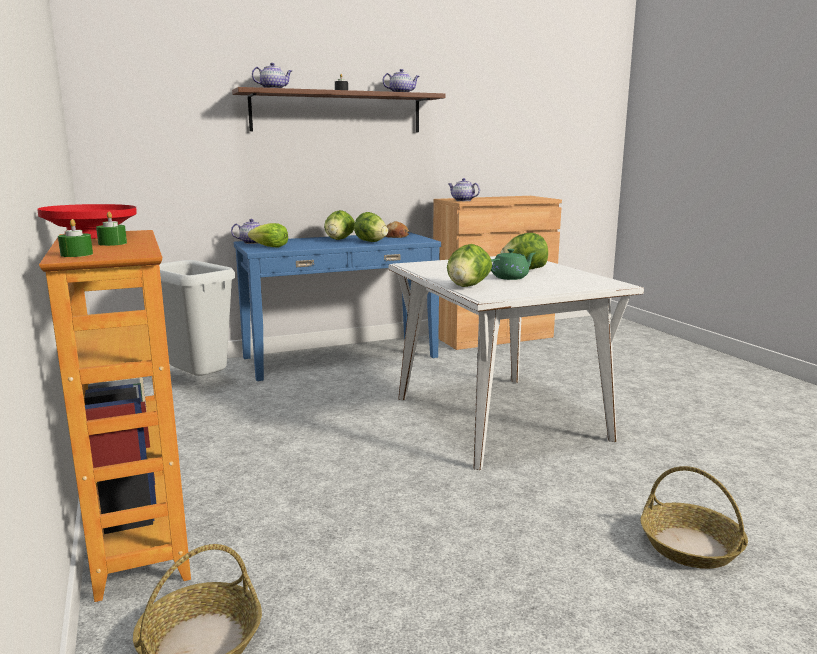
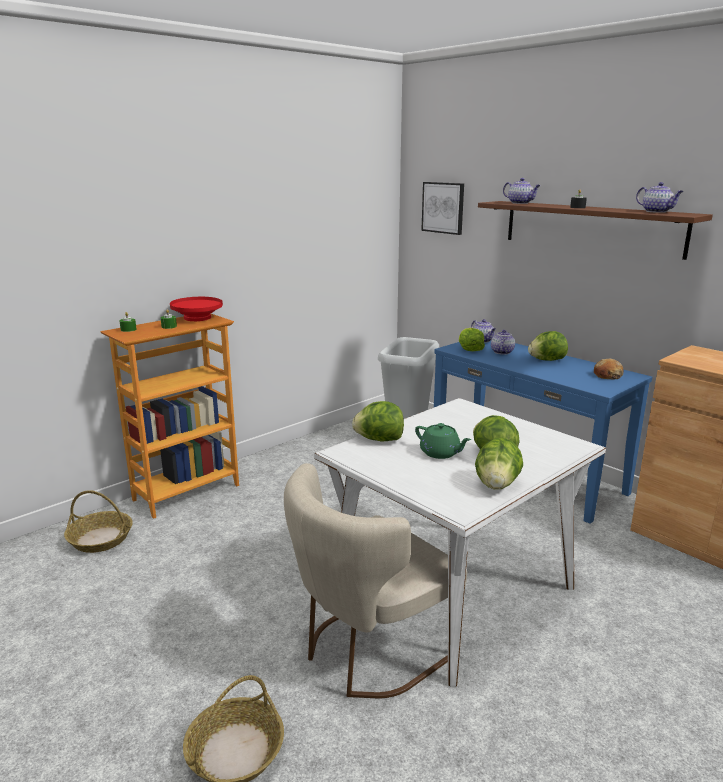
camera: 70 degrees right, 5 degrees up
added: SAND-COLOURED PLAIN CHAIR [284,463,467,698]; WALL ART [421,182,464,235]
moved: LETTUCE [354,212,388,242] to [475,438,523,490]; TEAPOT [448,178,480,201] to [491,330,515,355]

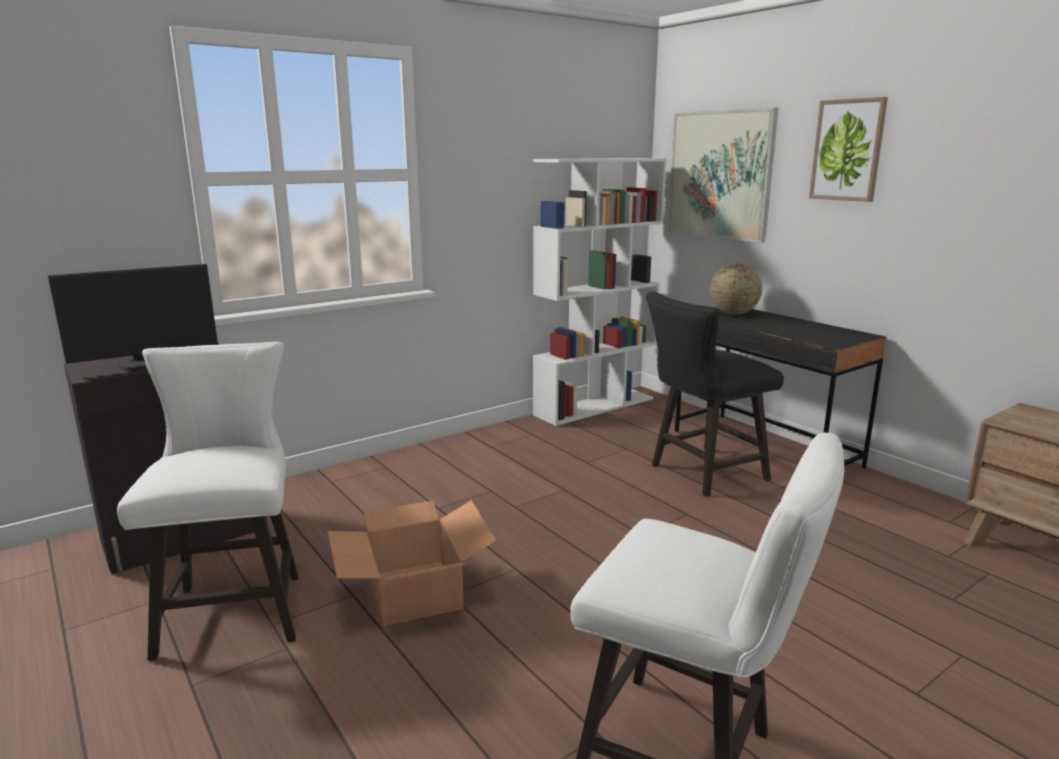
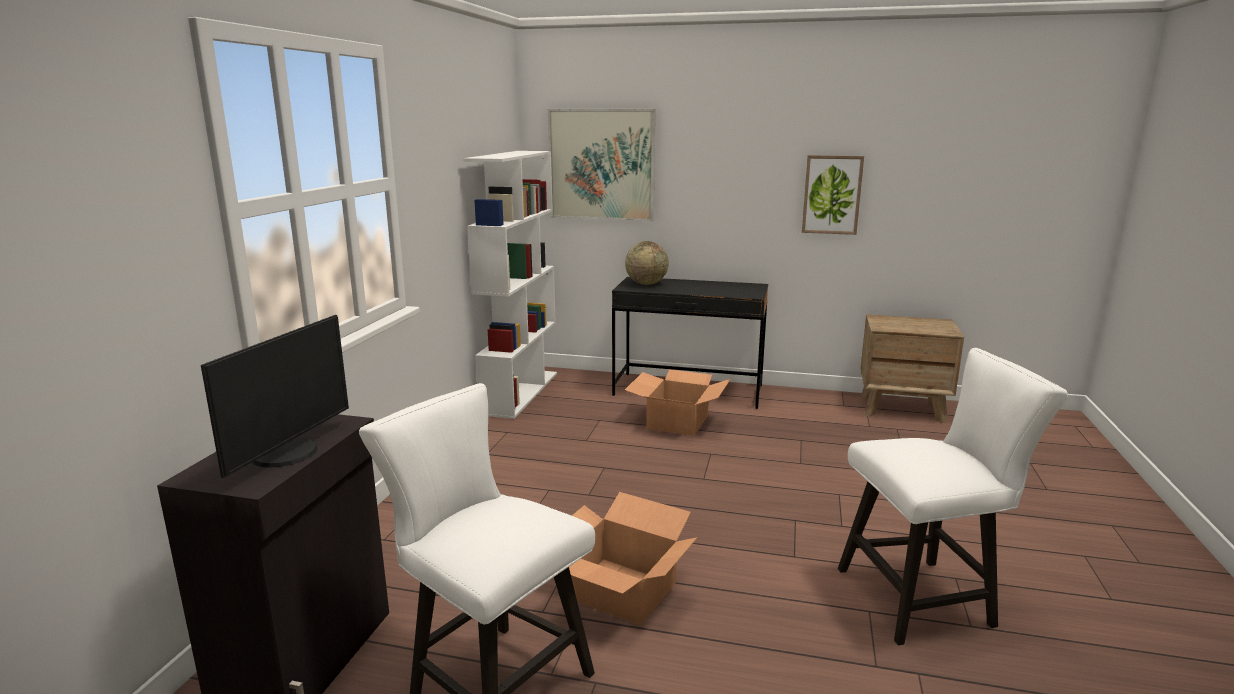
camera: 40 degrees left, 0 degrees up
moved: WALL ART [809,97,888,202] to [802,155,864,235]
replaced: BLACKISH PLAIN CHAIR [646,292,784,497] to CARTON [625,369,731,436]

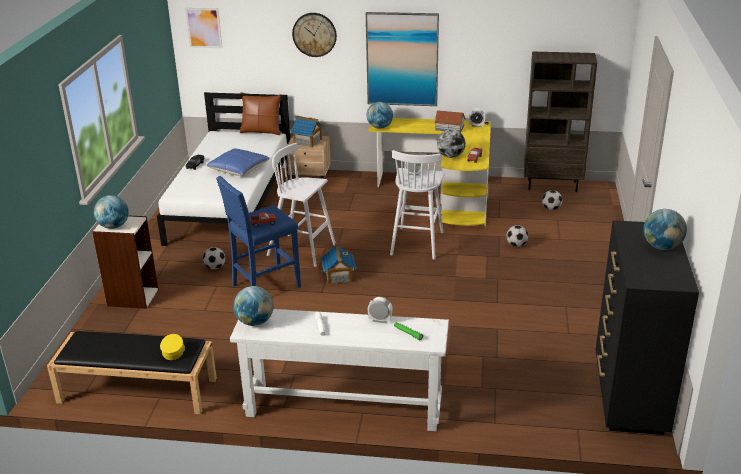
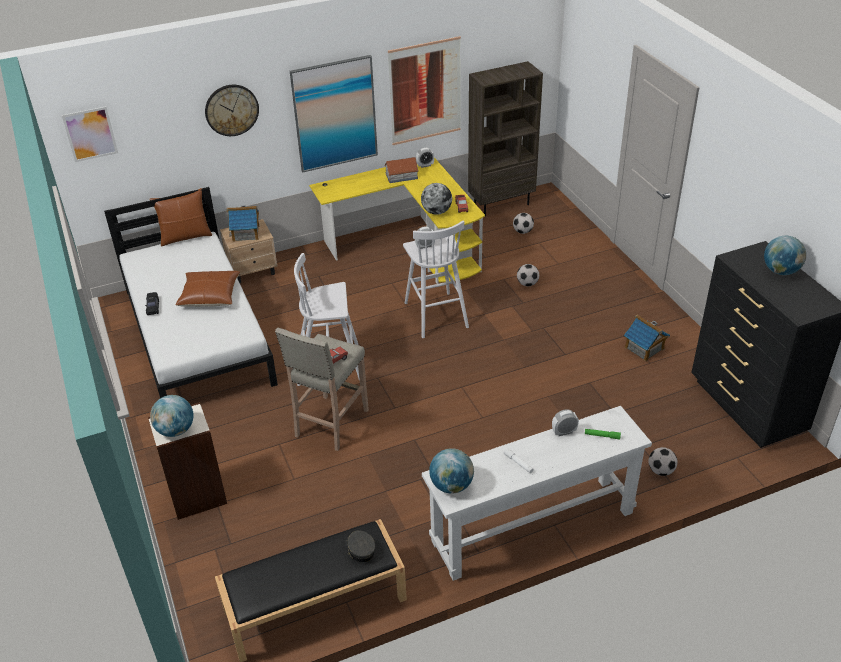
camera: 30 degrees left, 10 degrees up
removed: DESK GLOBE [367,102,393,129]
added: WALL ART [388,36,461,145]
moved: FOOTBALL [203,247,225,269] to [649,447,678,476]; MINIATURE HOUSE [321,243,357,285] to [624,315,670,361]
recoloured: YELLOWISH CAP [160,334,185,360] to GRAY CAP [345,530,375,562]; BLUISH PILLOW [207,148,270,176] to BROWNISH PILLOW [175,271,240,307]; BLUISH STOOL [216,176,301,288] to SAND-COLOURED STOOL [275,328,369,451]

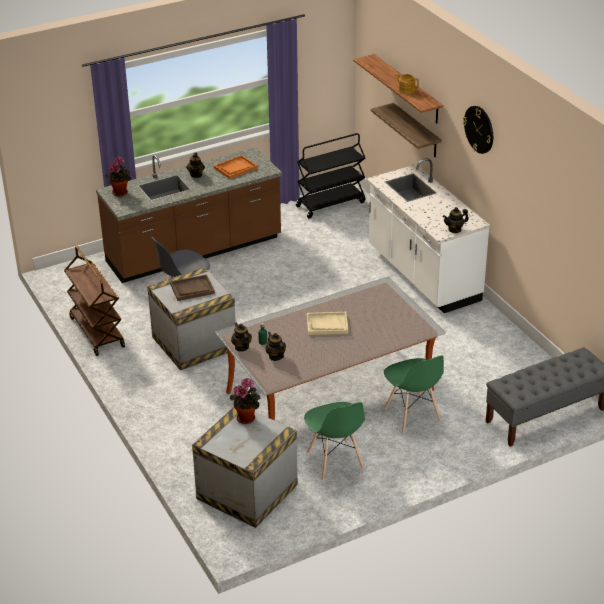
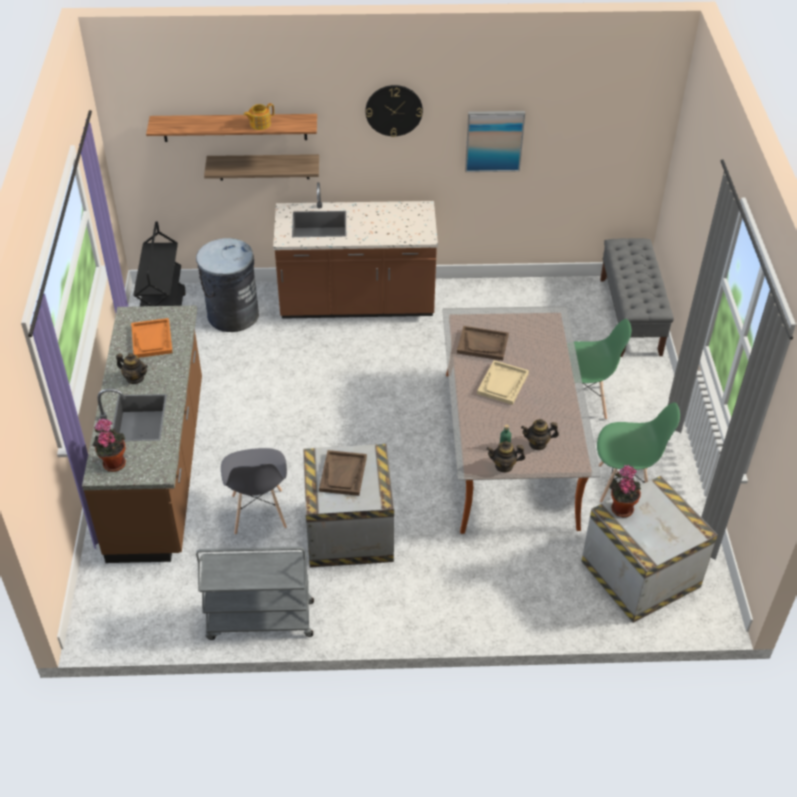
camera: 65 degrees left, 10 degrees up
removed: TEAPOT [443,207,469,233]
added: GRAY WASTE BIN [196,238,259,332]; BROWNISH TRAY [457,326,509,360]; WALL ART [465,111,525,172]
recoloured: BROWNISH TROLLEY [64,246,125,356] to GRAY TROLLEY [196,547,314,640]; WHITE-COLOURED KITCHEN BASE UNIT [366,158,490,313] to BROWNISH KITCHEN BASE UNIT [273,182,438,319]

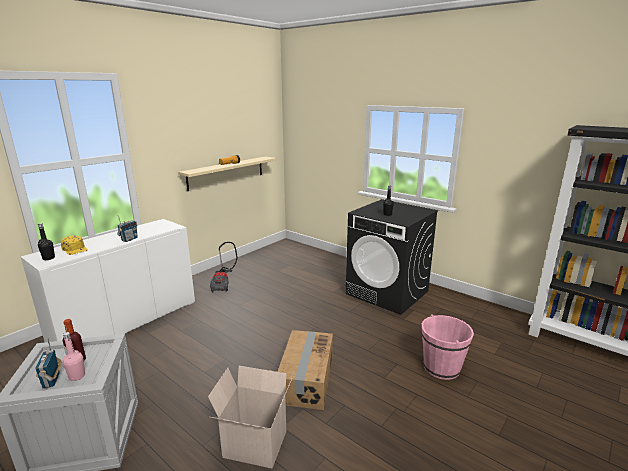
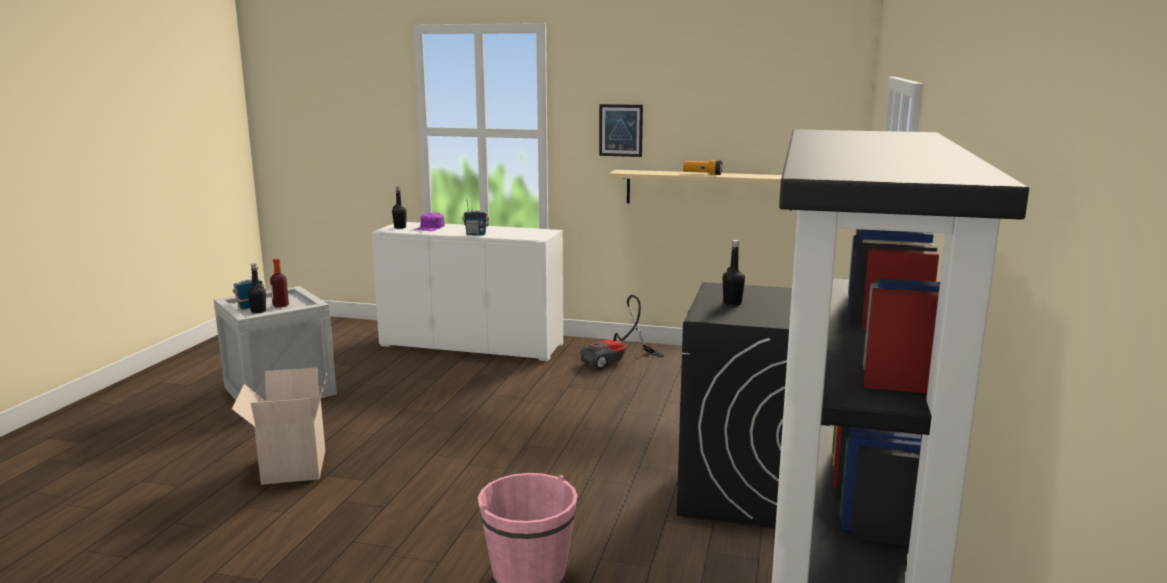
camera: 65 degrees right, 5 degrees down
removed: CARTON [278,330,333,410]
added: WALL ART [599,104,643,157]
recoloured: YELLOWISH CAP [61,235,88,255] to PURPLE-COLOURED CAP [415,213,445,231]; PINKISH BEVERAGE BOTTLE [62,332,85,381] to BLACKISH BEVERAGE BOTTLE [248,263,266,313]

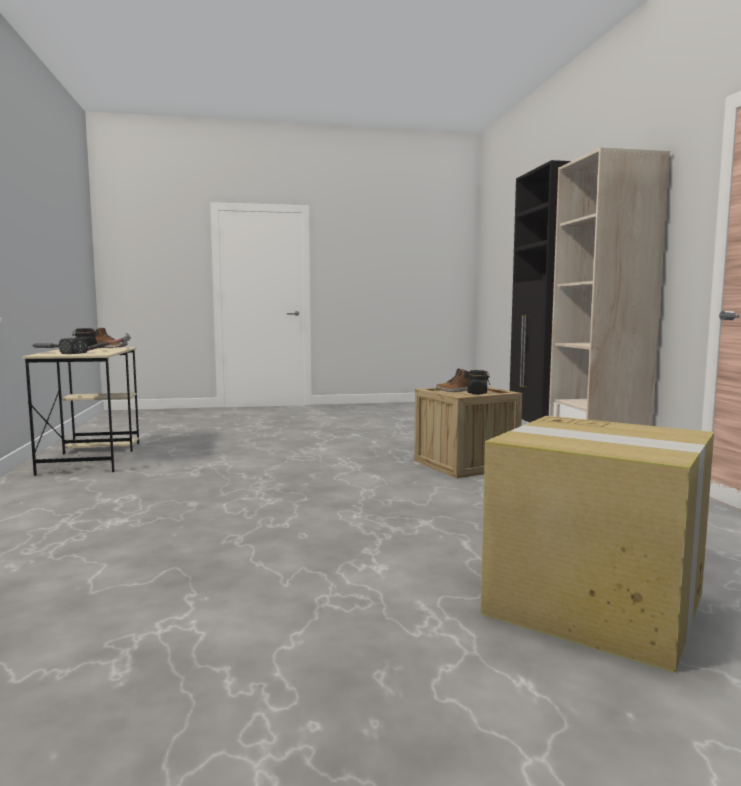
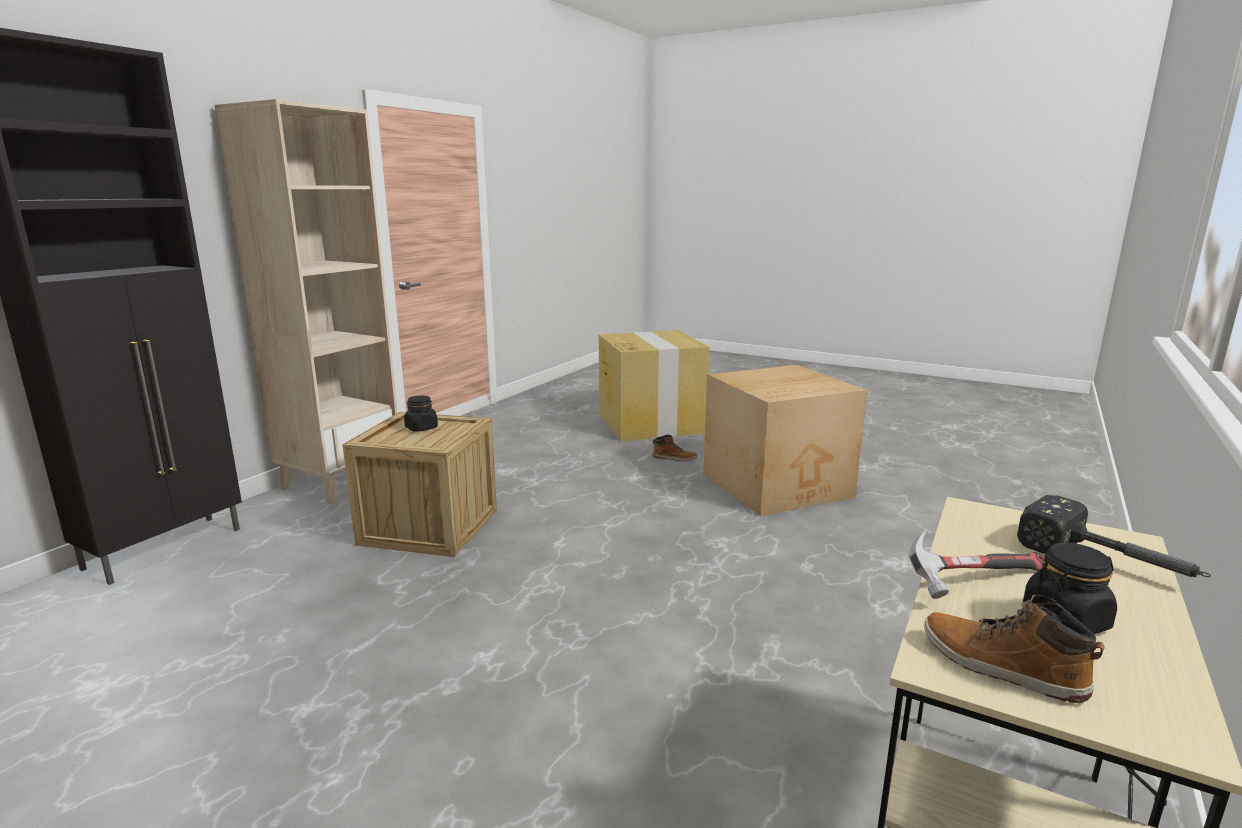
camera: 140 degrees left, 10 degrees up
added: CARTON [703,365,867,516]
moved: HIGH-TOP BOOT [436,369,469,392] to [653,435,697,461]

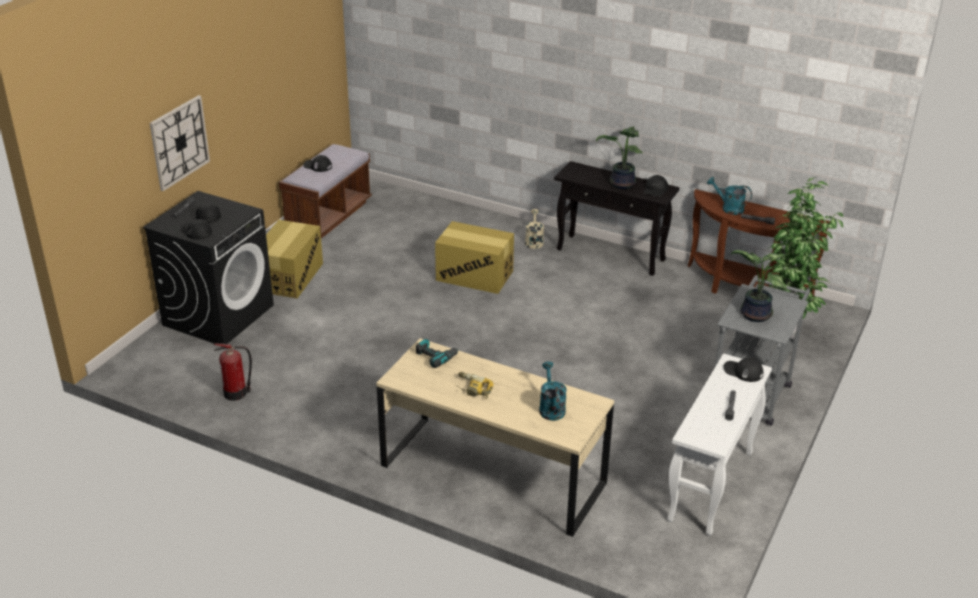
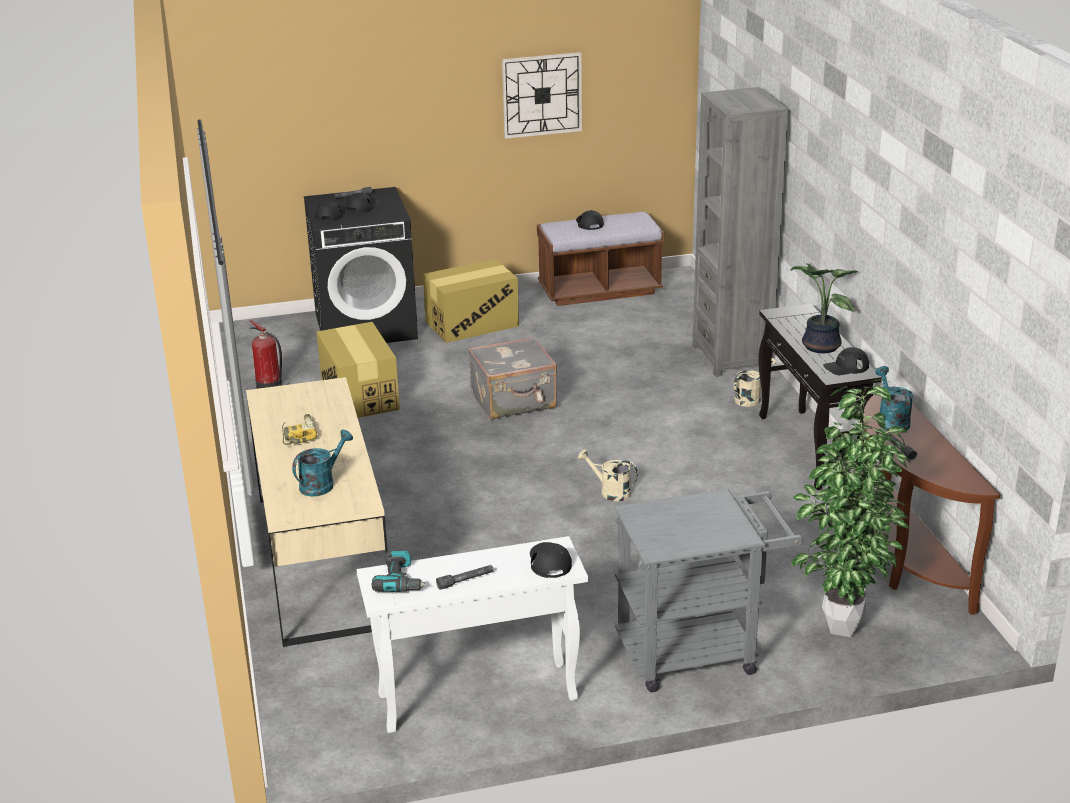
camera: 50 degrees right, 5 degrees down
removed: PLANT IN A POT [731,250,788,322]
added: GRAY PIECE OF LUGGAGE [468,336,557,420]; SAND-COLOURED WATERING POT [578,449,638,501]; GRAY SHELVING UNIT [692,87,788,377]
moved: CLOCK ON THE WALL [150,95,210,191] to [502,52,582,139]; DRILL [416,339,459,368] to [372,551,427,592]; CARTON [435,221,514,294] to [317,322,400,418]

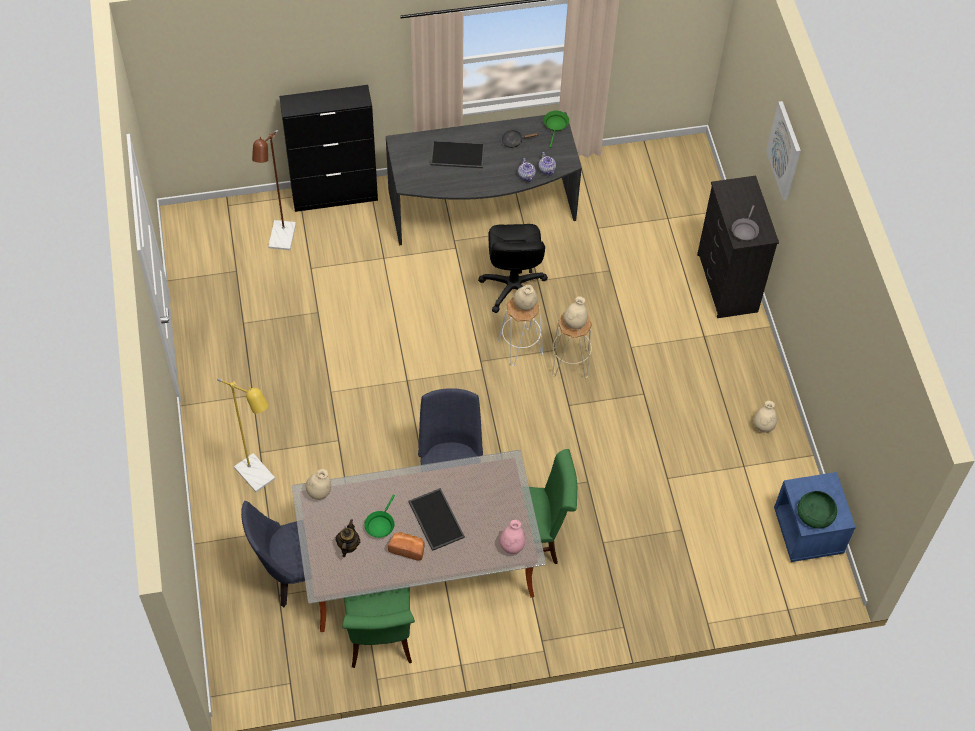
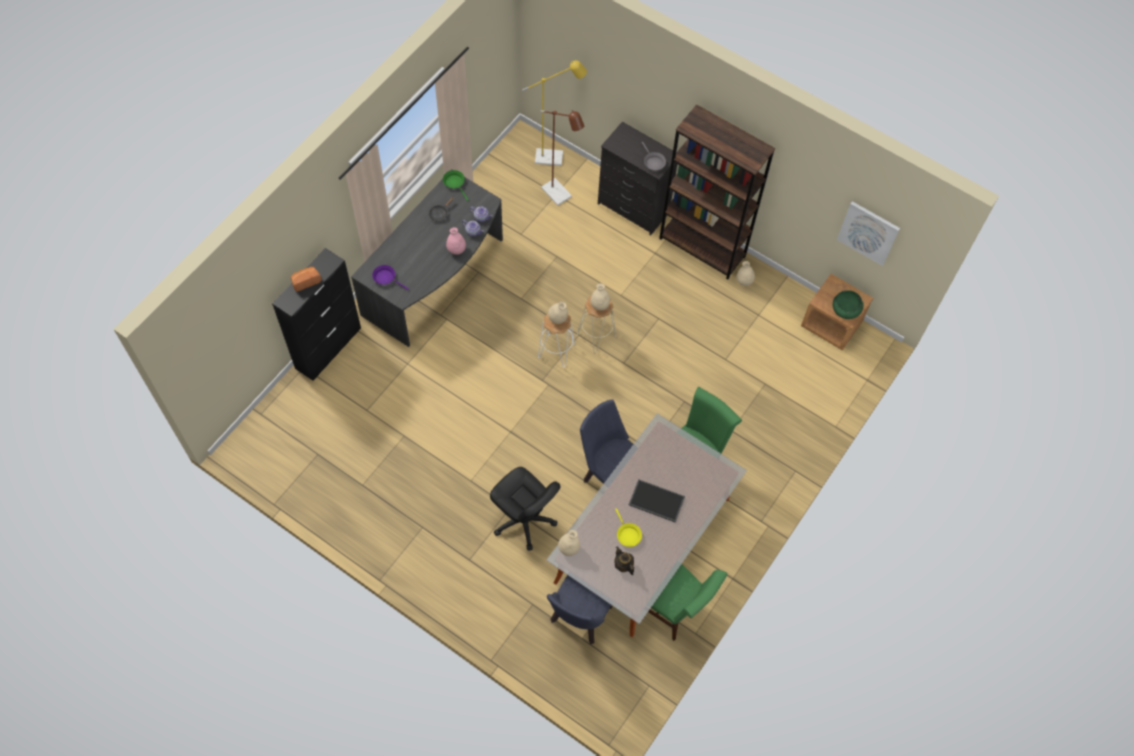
camera: 45 degrees left, 5 degrees up
removed: TRAY [430,140,485,168]
added: PURPLE-COLOURED PAN [372,265,409,290]; BROWNISH SHELVING UNIT [659,104,775,280]
moved: YELLOWISH STANDING LAMP [217,378,275,492] to [522,60,587,166]; BROWNISH STANDING LAMP [252,130,296,250] to [541,110,584,206]; BAKERY BREAD [388,532,424,561] to [291,267,322,291]; BLACKISH COMPUTER CHAIR [478,224,548,313] to [490,467,560,551]; PINKISH FLOWER VASE [499,520,525,554] to [446,227,466,255]; WALL ART [766,101,801,200] to [837,201,900,266]
recoloured: GREENISH PAN [364,495,395,538] to YELLOWISH PAN [615,508,642,547]; BLUISH NIGHT TABLE [774,472,856,562] to BROWNISH NIGHT TABLE [801,274,873,351]

